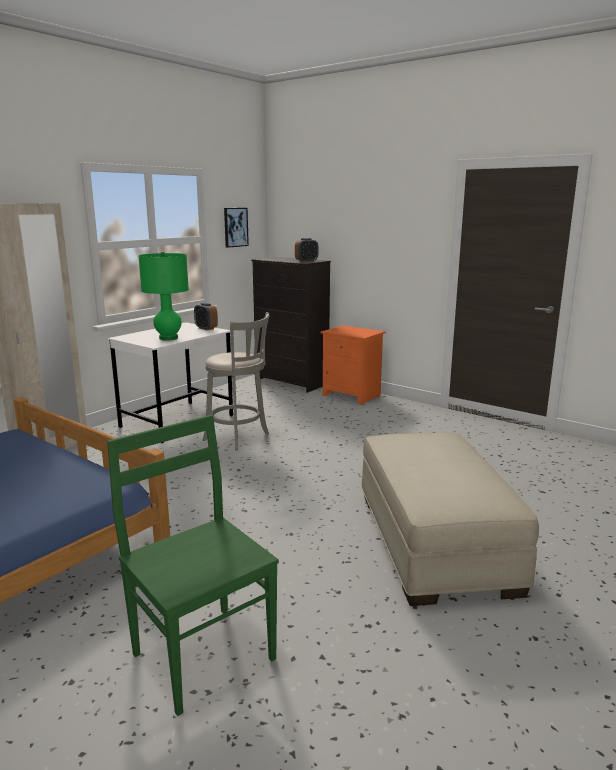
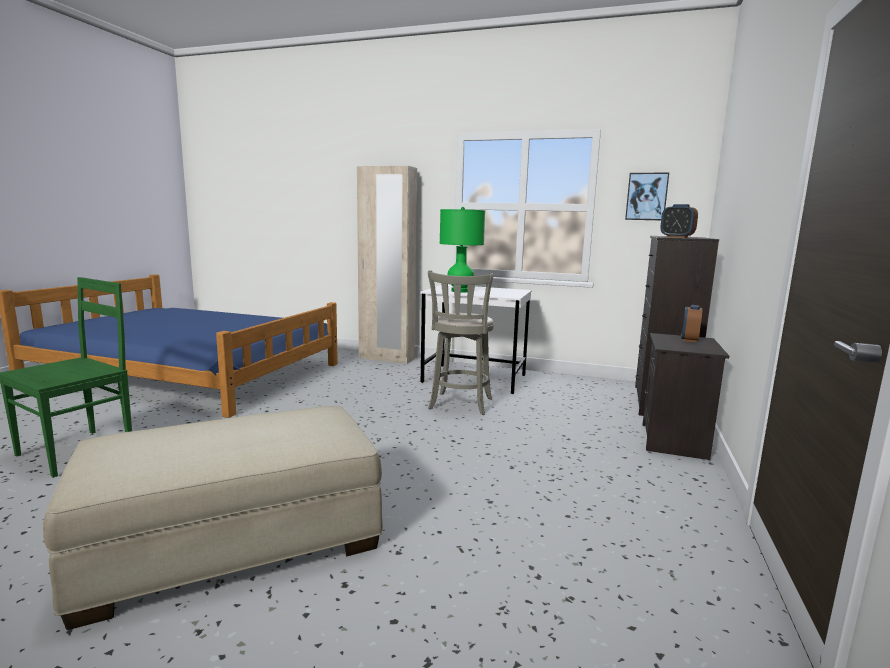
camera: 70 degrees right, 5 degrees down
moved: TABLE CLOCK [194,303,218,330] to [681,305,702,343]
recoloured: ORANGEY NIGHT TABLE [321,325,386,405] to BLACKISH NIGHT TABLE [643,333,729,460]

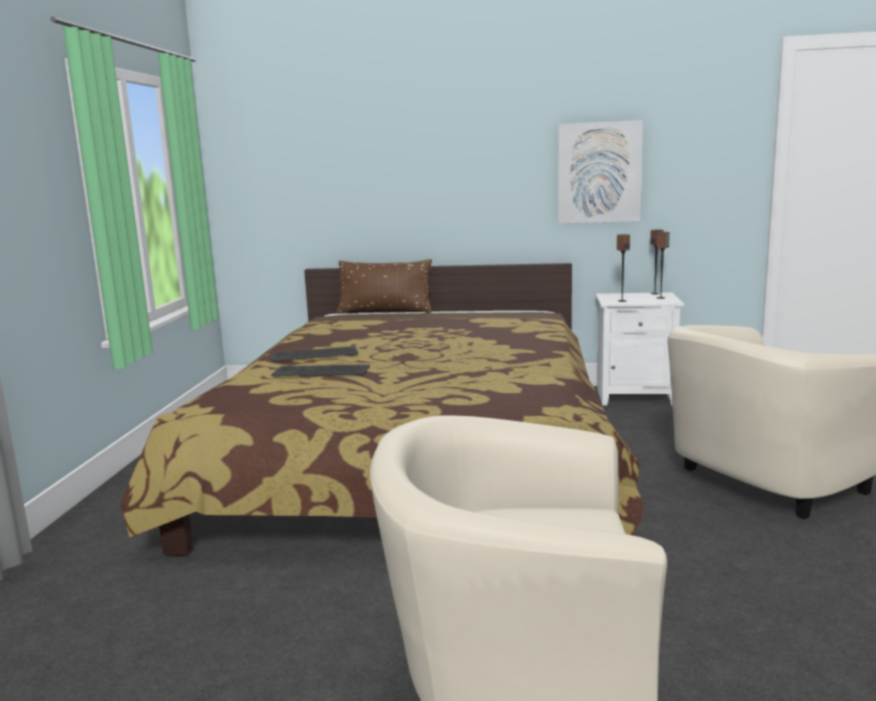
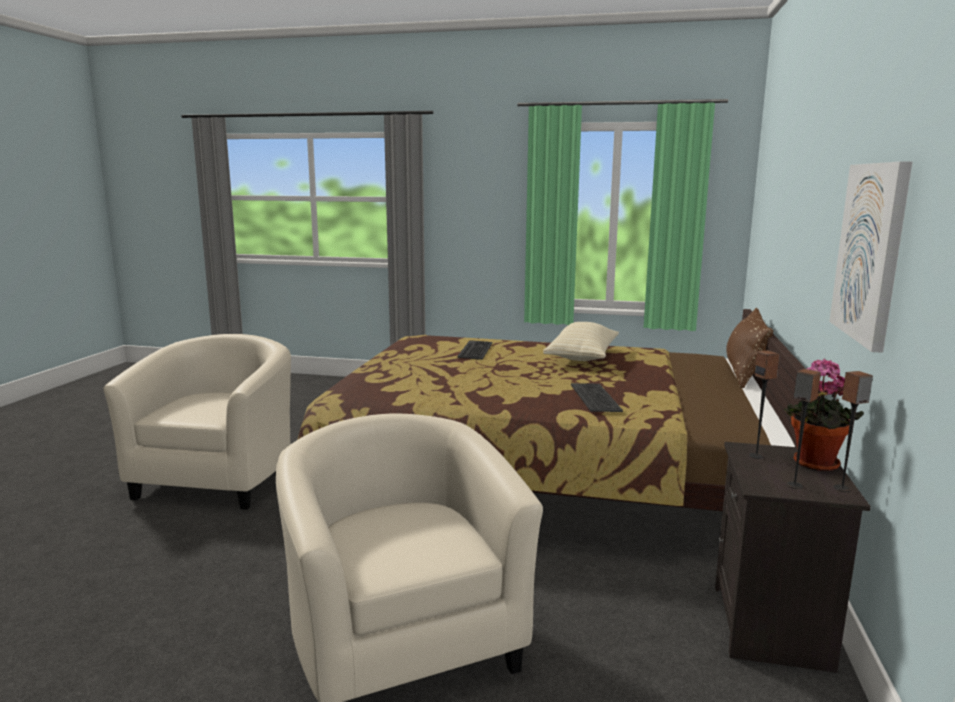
camera: 95 degrees right, 0 degrees up
added: SAND-COLOURED PILLOW [543,322,619,361]; PLANT IN A POT [784,359,864,471]
moved: KEYBOARD [271,346,359,362] to [571,383,623,412]
recoloured: WHITE-COLOURED NIGHT TABLE [596,292,684,405] to BLACKISH NIGHT TABLE [715,442,871,673]

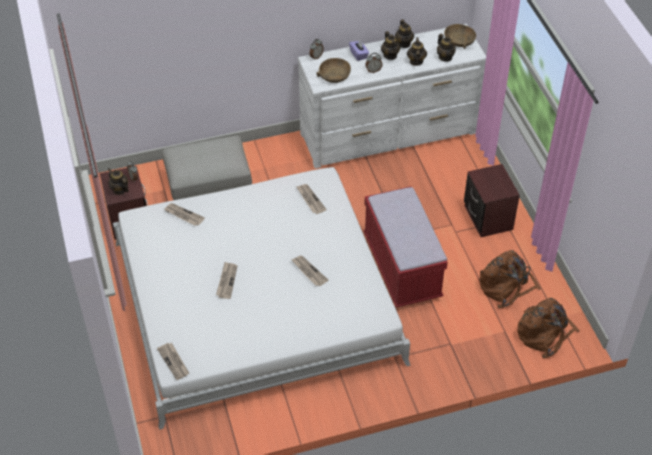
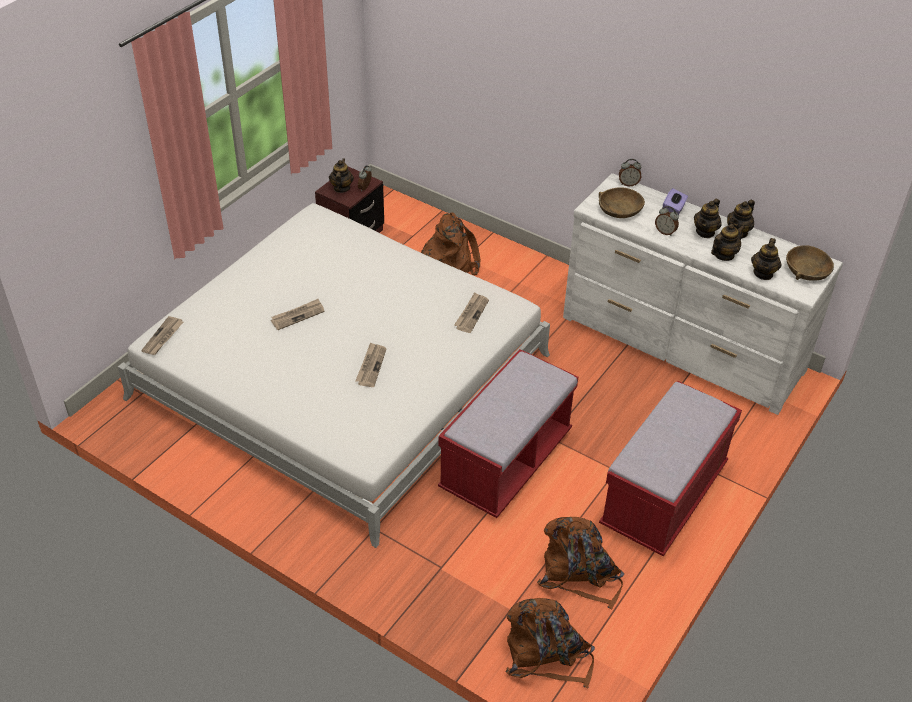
camera: 50 degrees right, 5 degrees down
removed: NEWSPAPER [164,203,205,226]
replaced: GRAY OTTOMAN [162,135,252,200] to BROWNISH BACKPACK [421,213,480,275]; BROWNISH NIGHT TABLE [464,164,520,237] to RED LONG SEAT [599,381,742,556]

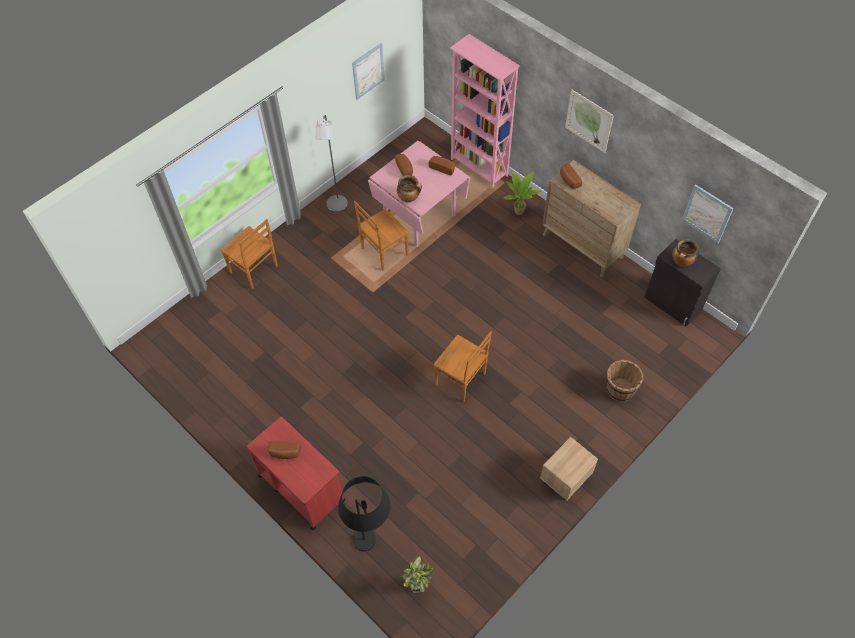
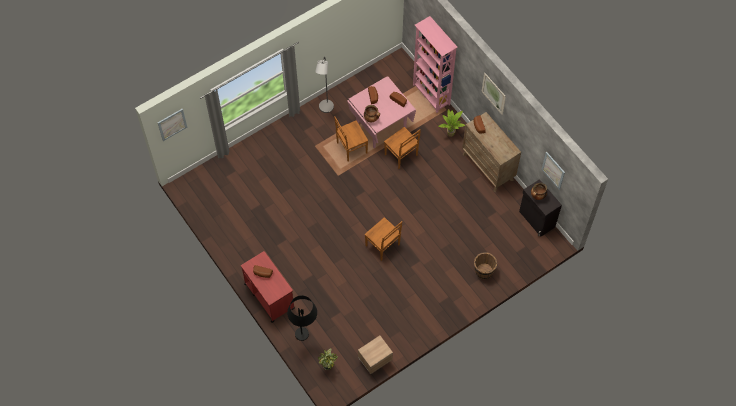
camera: 10 degrees right, 5 degrees up
moved: BROWNISH PLAIN CHAIR [221,219,278,289] to [384,127,421,169]; WALL ART [352,43,385,100] to [158,109,187,141]; SAND-COLOURED NIGHT TABLE [540,437,598,501] to [358,336,393,374]

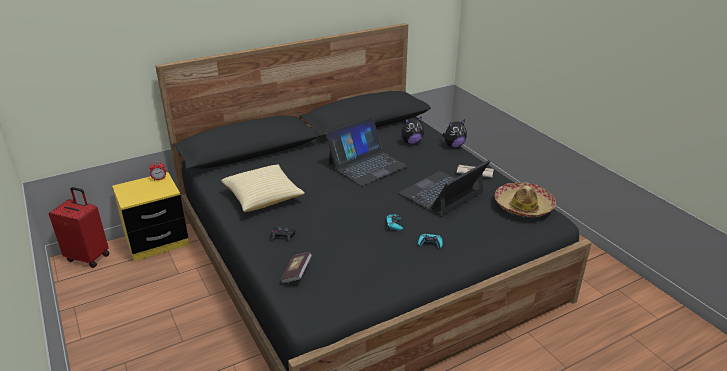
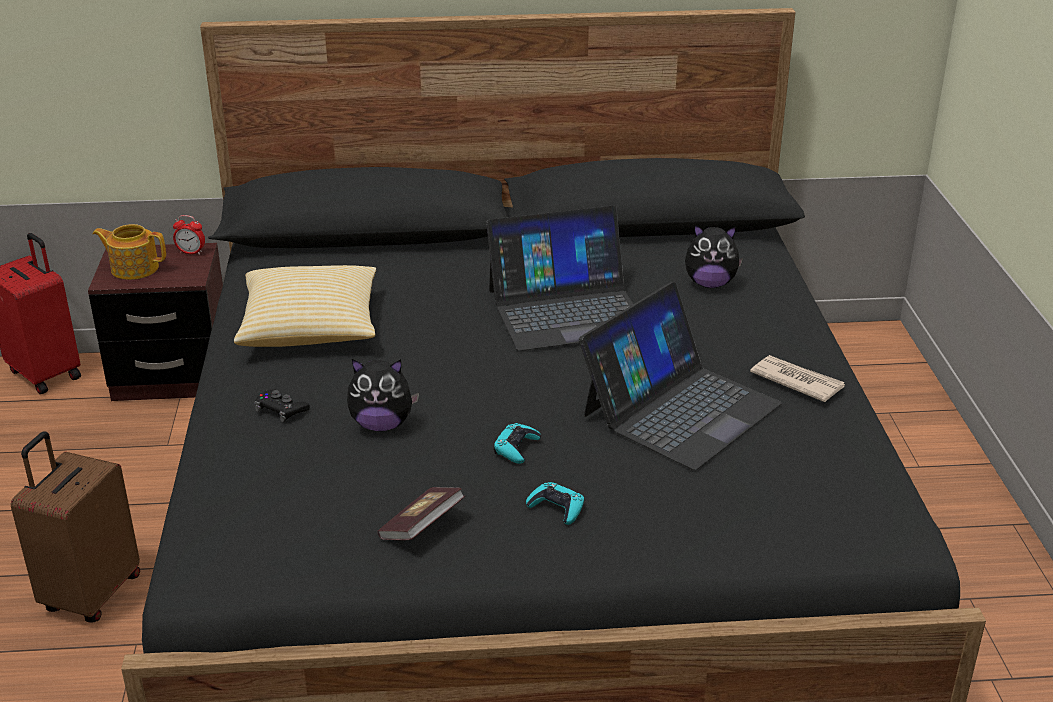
camera: 25 degrees right, 0 degrees up
removed: HAT [495,182,556,217]
added: BROWNISH PIECE OF LUGGAGE [11,431,140,623]; TEAPOT [93,224,166,280]
moved: BOOK [281,252,312,283] to [377,487,465,540]; CUDDLY TOY [442,119,467,148] to [347,359,420,431]
recoloured: YELLOWISH NIGHT TABLE [112,172,189,261] to BROWNISH NIGHT TABLE [88,243,223,401]
turned: PORTABLE COMPUTER [399,160,490,216] = [579,282,782,470] 150 degrees clockwise

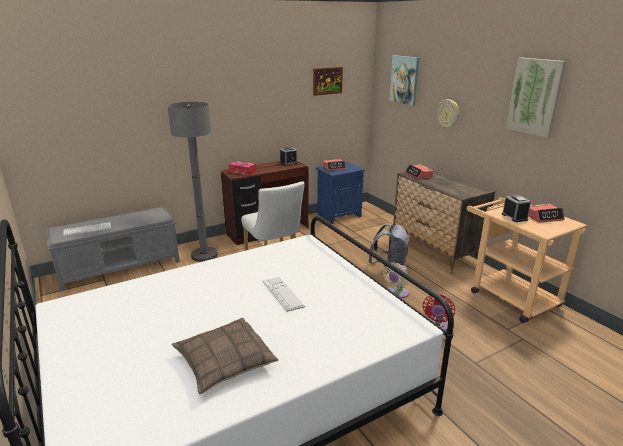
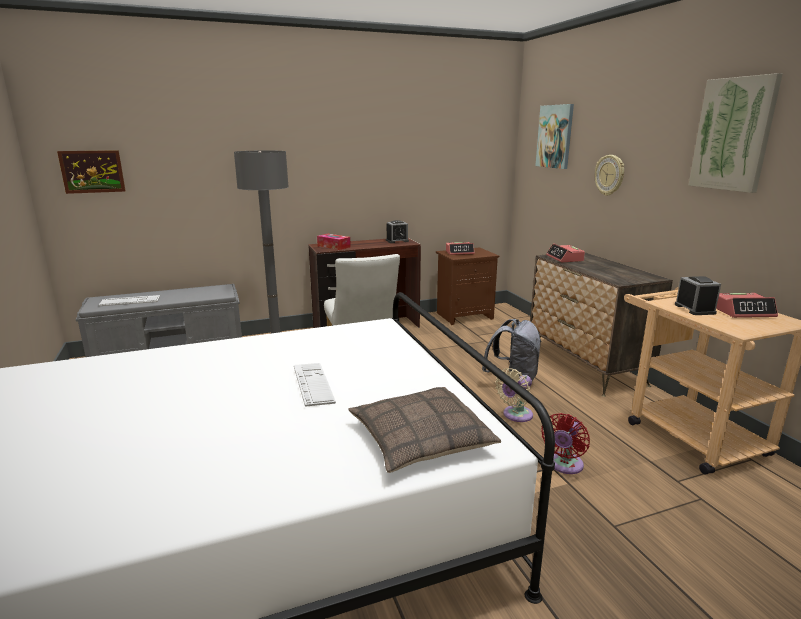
camera: 10 degrees right, 5 degrees down
moved: PILLOW [172,318,278,394] to [349,387,501,473]; WALL ART [313,67,343,96] to [57,150,126,194]
recoloured: BLUISH NIGHT TABLE [316,162,365,224] to BROWNISH NIGHT TABLE [436,247,499,325]

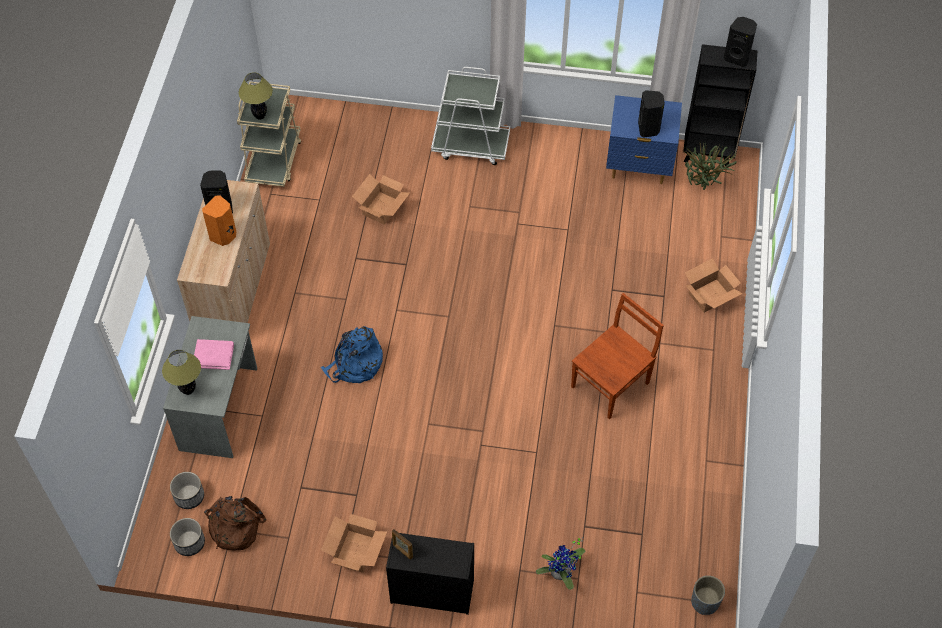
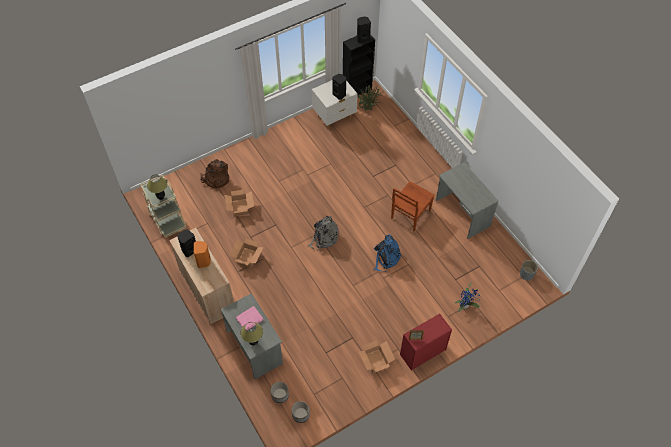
camera: 40 degrees left, 0 degrees up
removed: WHITE-COLOURED TROLLEY [431,67,510,165]
added: GRAY BACKPACK [308,216,339,251]; GRAY DESK UNIT [436,162,499,239]
moved: BROWNISH BACKPACK [204,496,266,550] to [200,159,229,189]; BLUISH BACKPACK [321,326,383,383] to [373,234,402,272]; CARTON [685,258,742,313] to [230,239,263,268]
recoloured: BLACKISH CHEST OF DRAWERS [386,533,474,615] to RED CHEST OF DRAWERS [400,313,452,371]; BLUISH NIGHT TABLE [606,95,682,184] to WHITE-COLOURED NIGHT TABLE [312,80,358,130]
turned: BROWNISH PLAIN CHAIR [571,293,664,419] = [391,181,435,231] 150 degrees counterclockwise

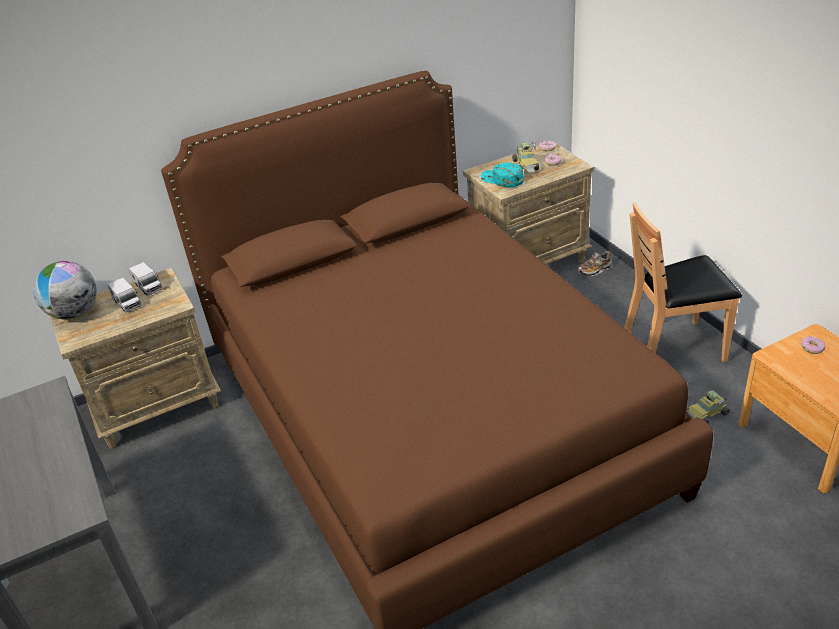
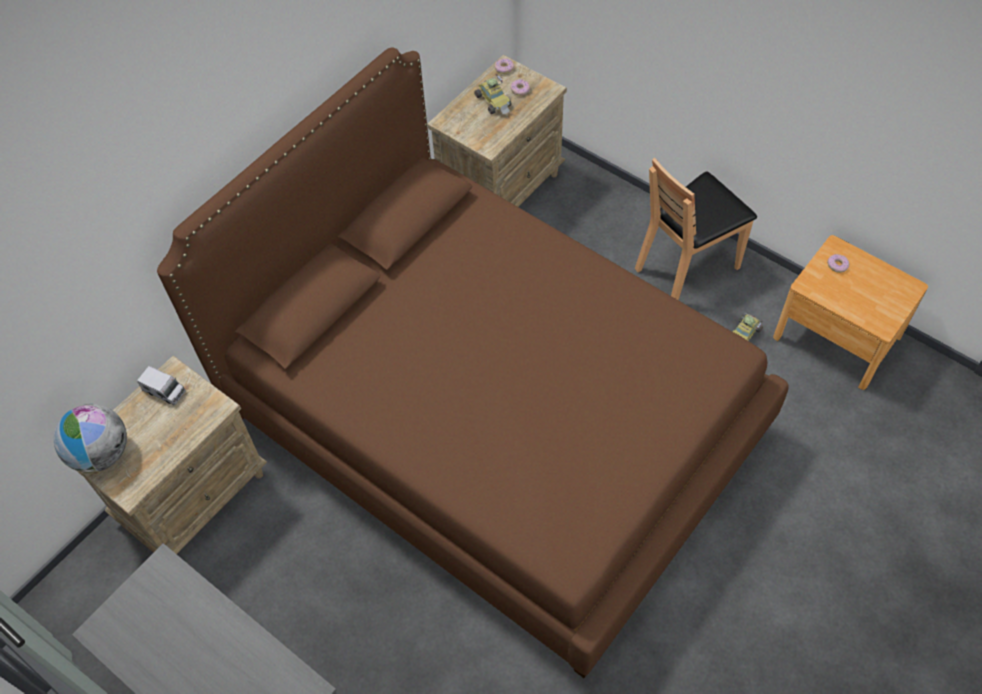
camera: 25 degrees left, 20 degrees up
removed: TOY LORRY [108,277,142,312]; TURQUOISE-COLOURED CAP [481,163,524,187]; ITEM OF FOOTWEAR [578,251,612,276]

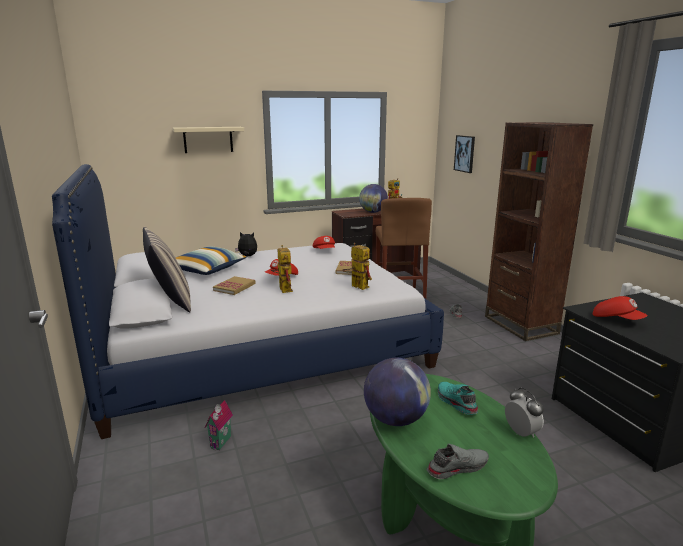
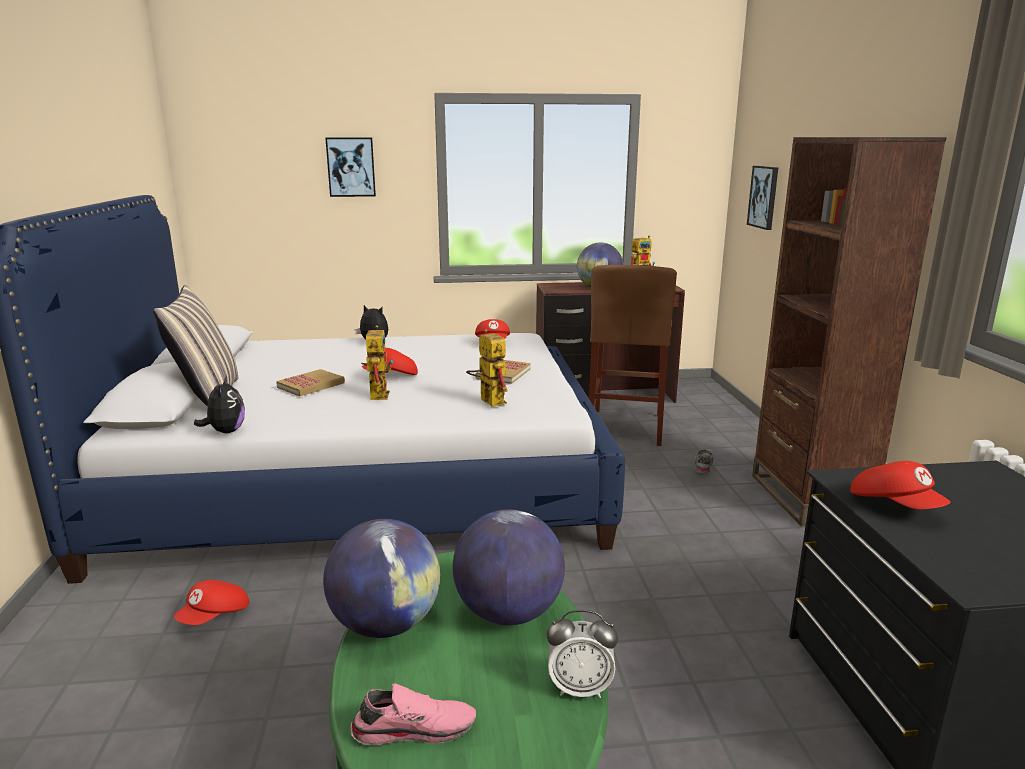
camera: 15 degrees right, 0 degrees up
removed: PILLOW [176,246,247,275]
added: CUDDLY TOY [194,376,245,433]
replaced: SAND-COLOURED WALL SHELF [173,127,244,153] to WALL ART [325,138,376,197]; MINIATURE HOUSE [205,400,233,450] to RED CAP [174,580,249,625]; TURQUOISE-COLOURED ITEM OF FOOTWEAR [438,382,478,415] to DESK GLOBE [453,509,565,625]
recoloured: GRAY ITEM OF FOOTWEAR [427,444,489,479] to PINKISH ITEM OF FOOTWEAR [351,683,476,745]
turned: TABLE CLOCK [505,387,544,438] = [546,610,618,698] 105 degrees clockwise

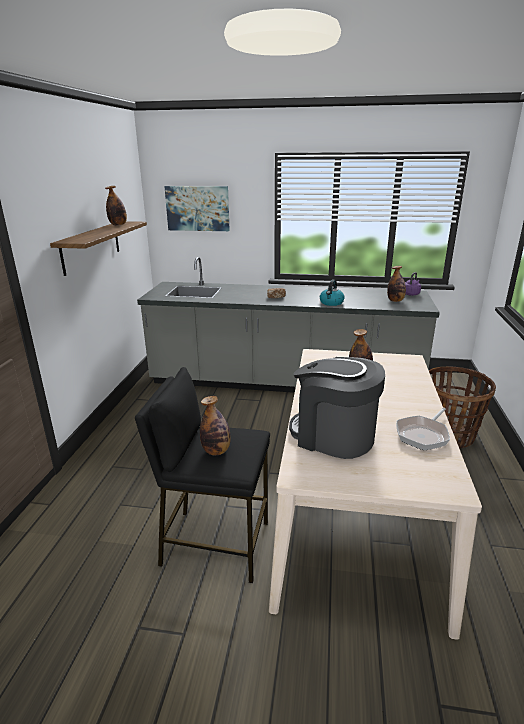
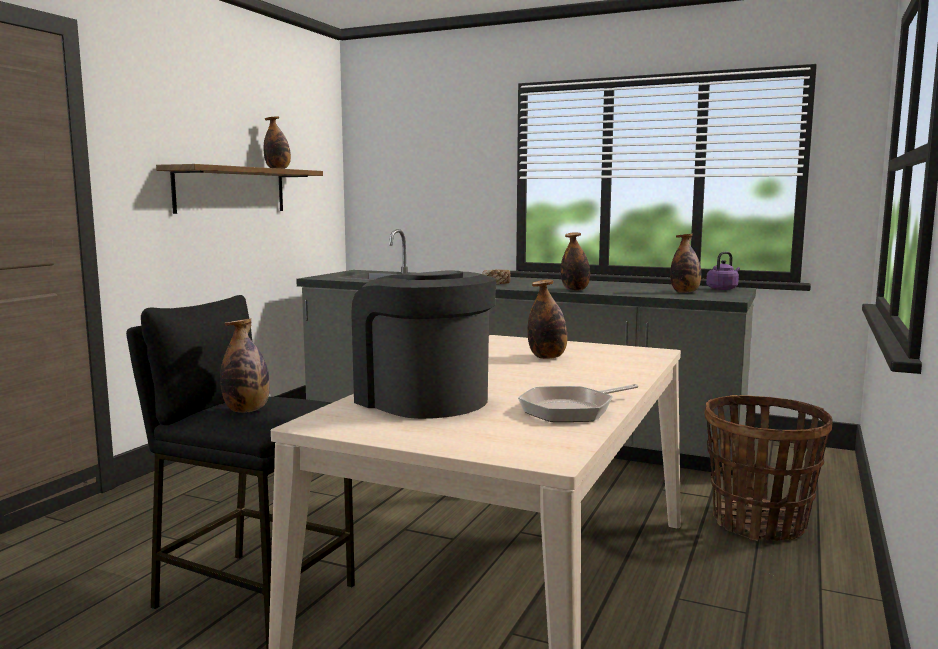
camera: 15 degrees right, 15 degrees down
removed: WALL ART [164,186,230,231]
replaced: WATER KETTLE [320,280,345,306] to BEVERAGE BOTTLE [561,232,590,291]

